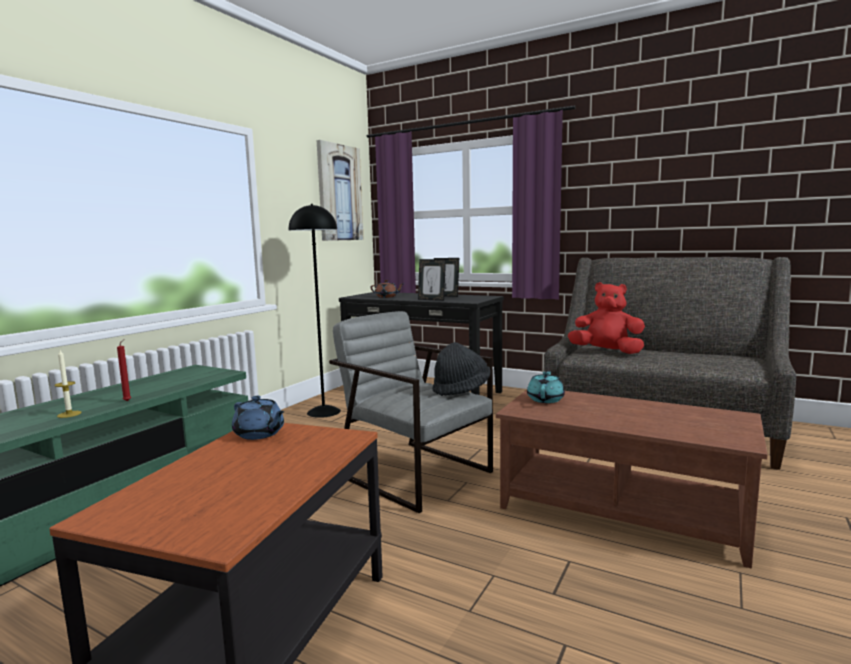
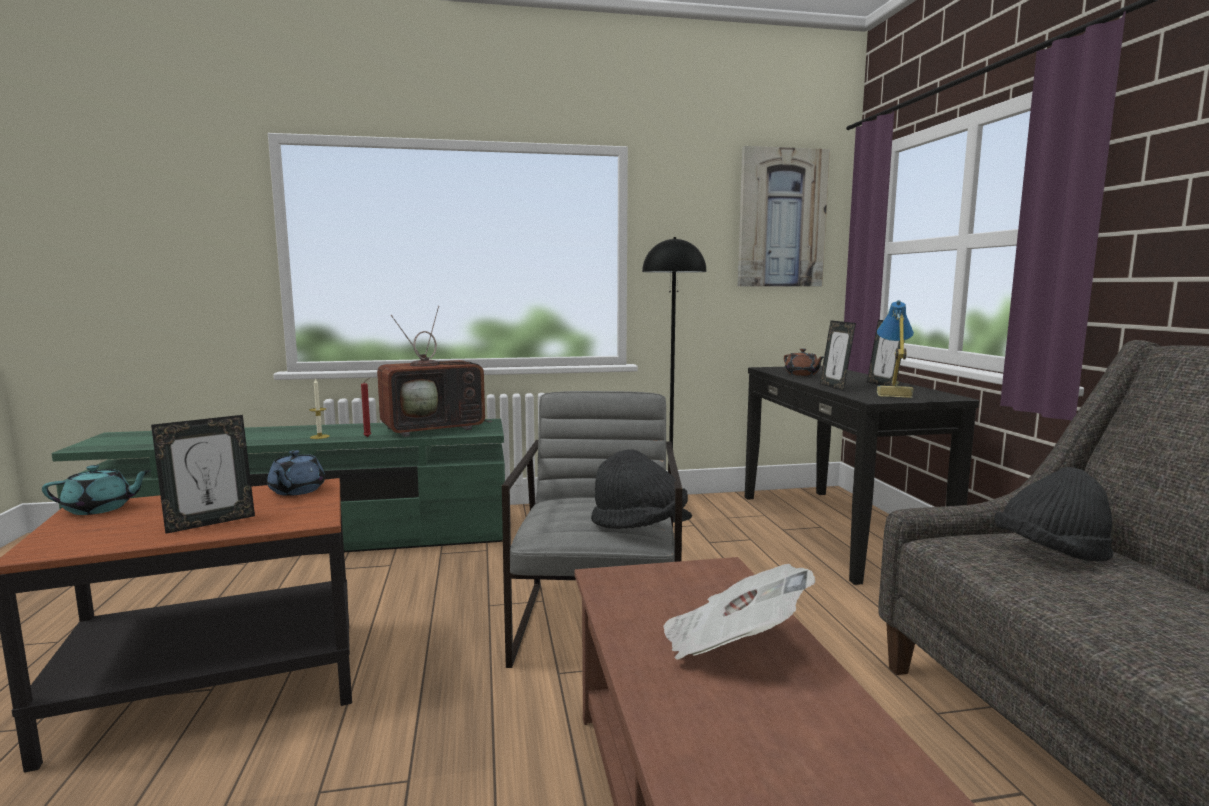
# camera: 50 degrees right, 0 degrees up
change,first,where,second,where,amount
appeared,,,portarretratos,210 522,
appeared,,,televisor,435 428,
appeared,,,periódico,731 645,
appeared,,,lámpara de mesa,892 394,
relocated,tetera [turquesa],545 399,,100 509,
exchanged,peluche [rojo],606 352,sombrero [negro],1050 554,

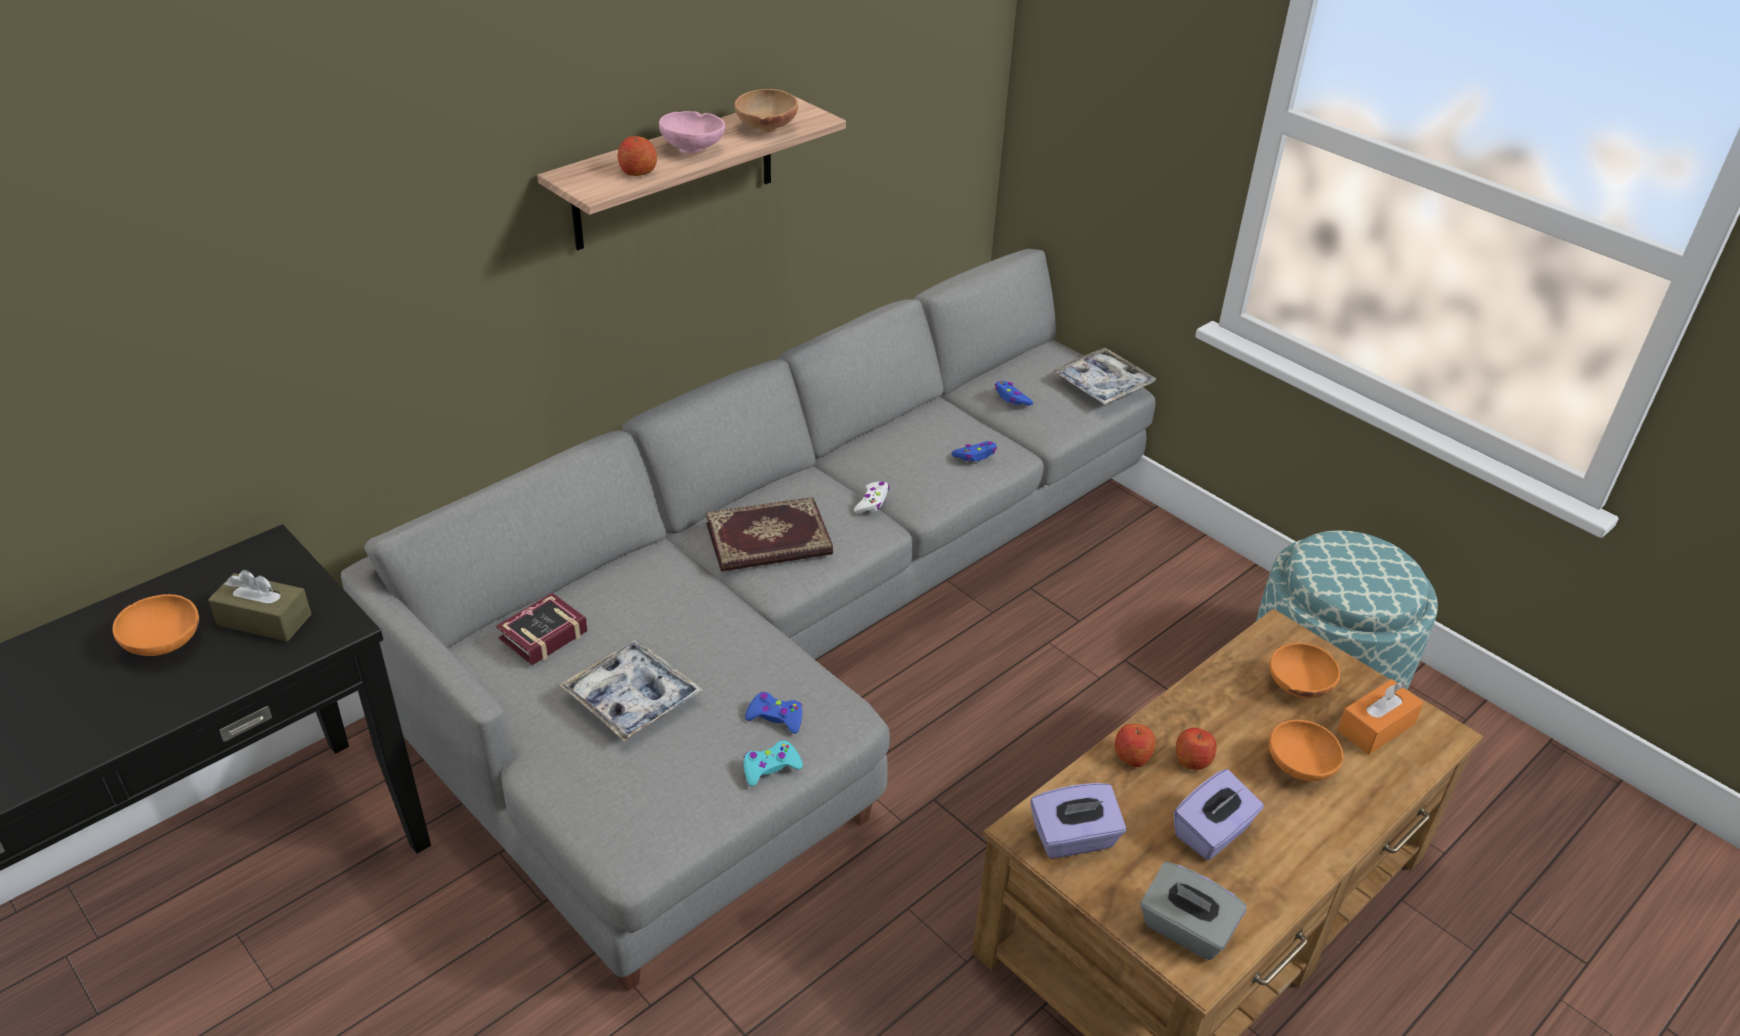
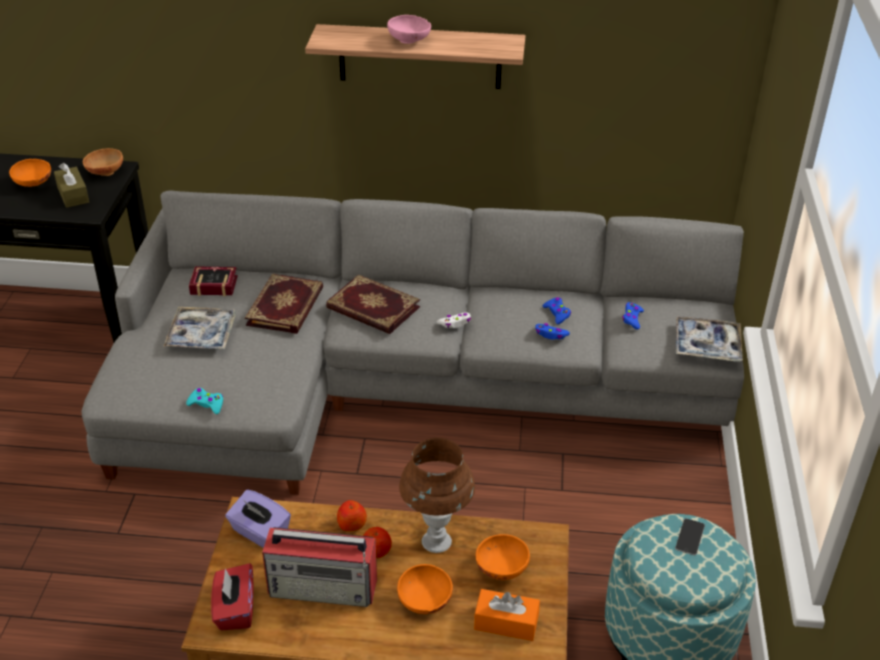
# camera: 50 degrees right, 0 degrees up
change,first,where,second,where,amount
missing,manzana,637 171,,,
appeared,,,libro,286 307,
appeared,,,lámpara de mesa [marrón],436 542,
appeared,,,móvil,690 537,
relocated,cuenco [marrón],765 129,,104 172,
relocated,mando de consola [azul],775 717,,557 313,
exchanged,caja de pañuelos [morado],1212 833,radio,324 587,
colour,caja de pañuelos [gris],1185 929,caja de pañuelos [rojo],235 610,

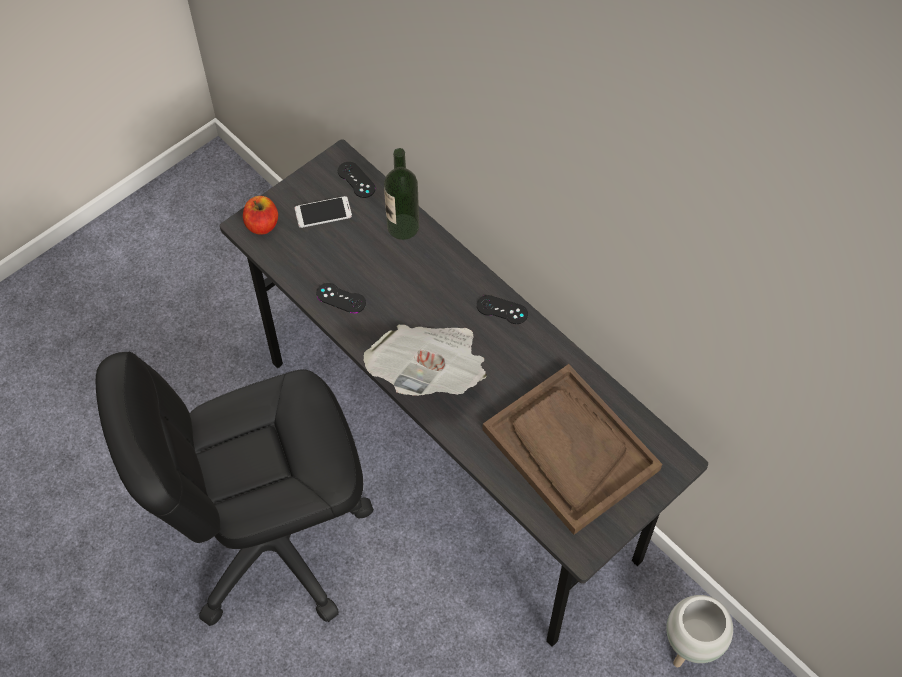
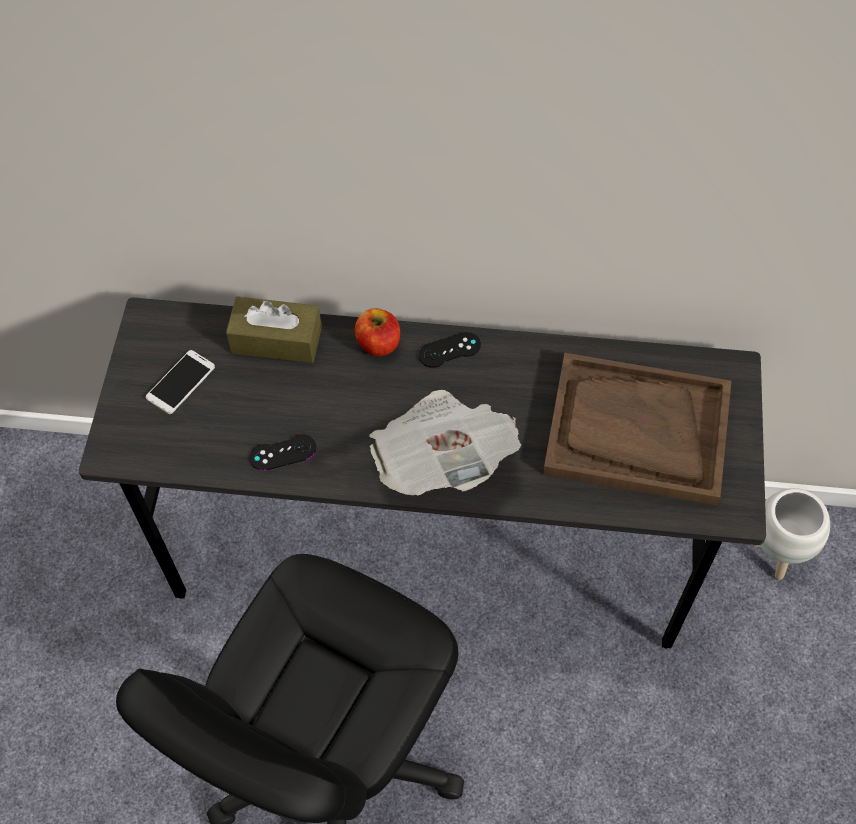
# camera: 40 degrees left, 0 degrees up
change,first,where,second,where,amount
missing,mando de consola [negro],356 180,,,
relocated,manzana,262 224,,378 343,
exchanged,botella,403 226,caja de pañuelos [marrón],276 340,

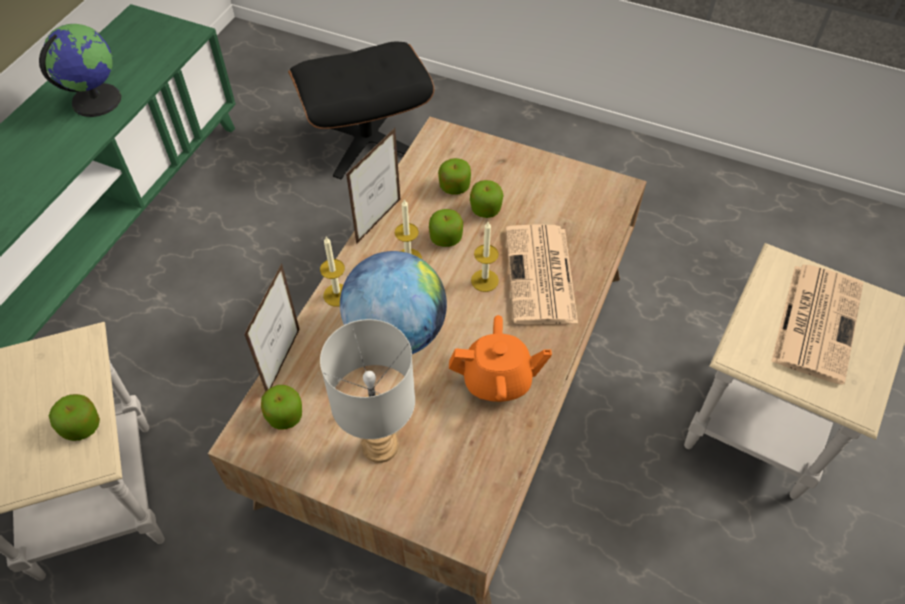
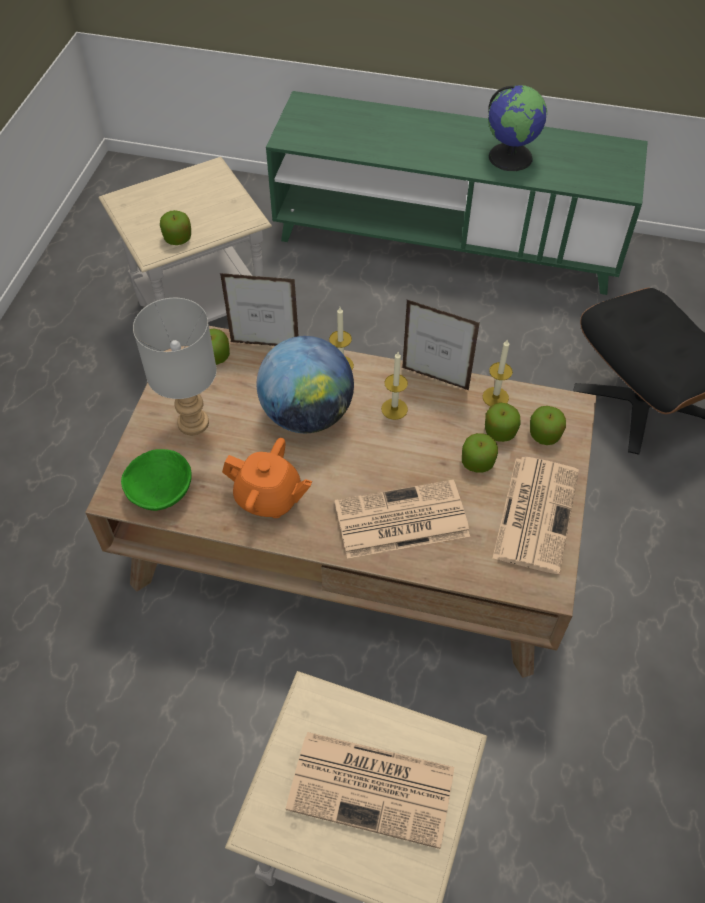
# camera: 80 degrees right, 0 degrees up
change,first,where,second,where,amount
appeared,,,cuenco [verde],161 490,
appeared,,,periódico,535 512,
relocated,manzana,446 238,,544 434,
relocated,vela,484 280,,495 397,
spun,tetera [naranja],498 380,,269 498,60 degrees counterclockwise

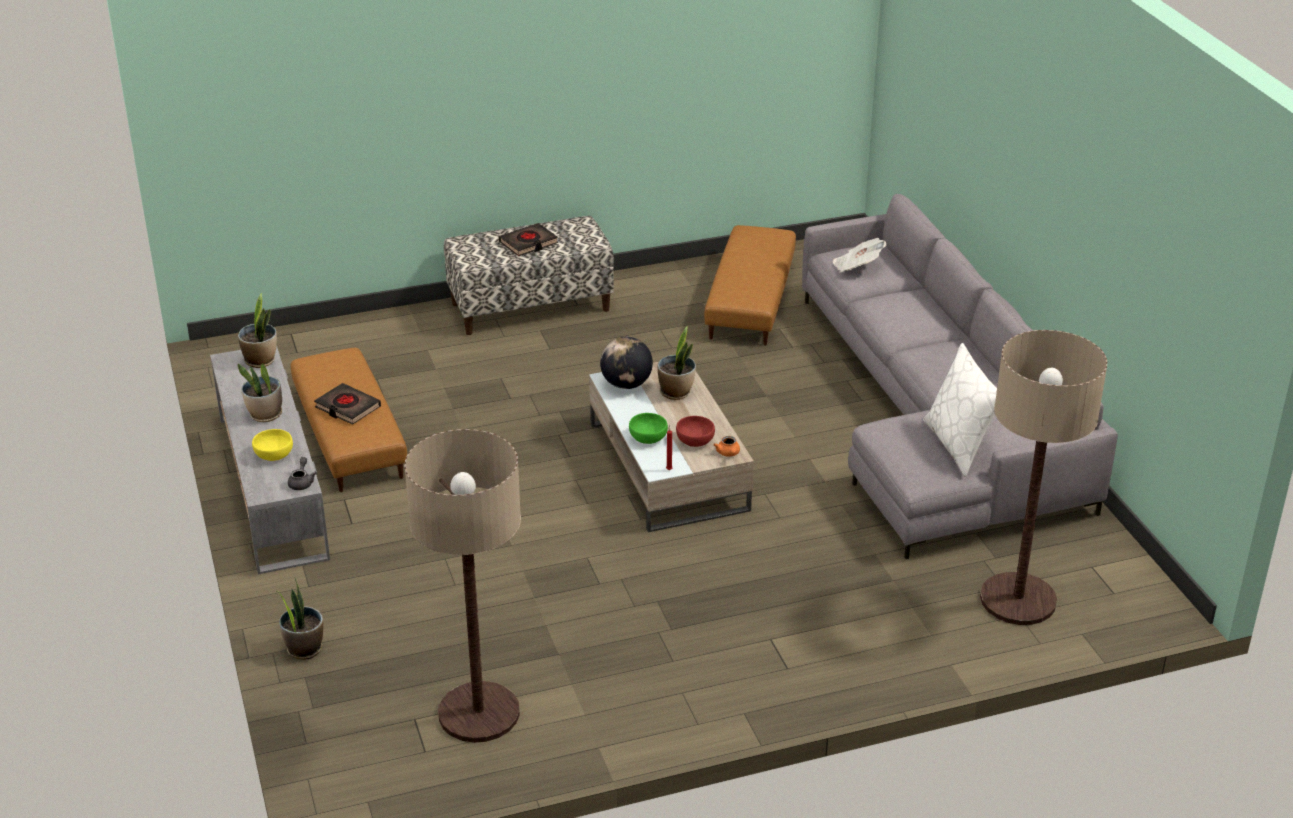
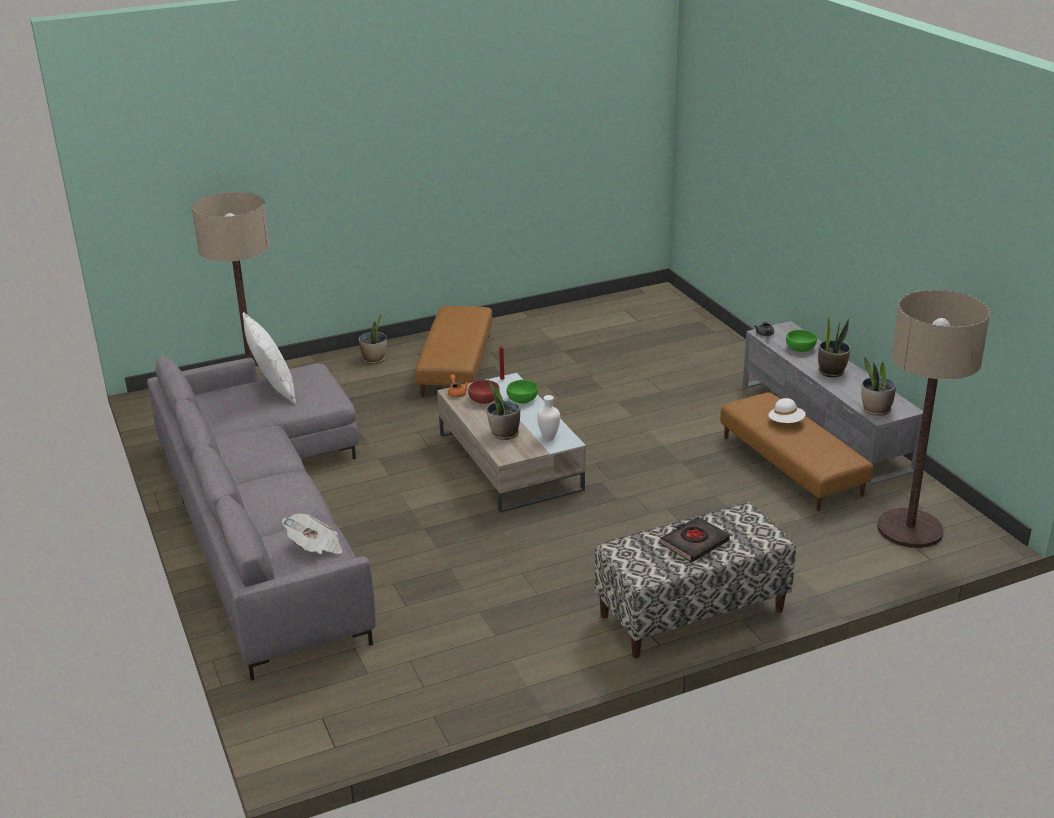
# camera: 175 degrees right, 5 degrees down
change,first,where,second,where,amount
relocated,planta en maceta,304 649,,374 359,
relocated,lámpara de pie,478 713,,909 529,
relocated,puf [marrón],749 300,,457 366,
exchanged,libro [negro],347 407,sombrero [blanco],786 422,
exchanged,globo terráqueo,626 384,florero [blanco],549 437,
colour,cuenco [amarillo],274 455,cuenco [verde],800 348,

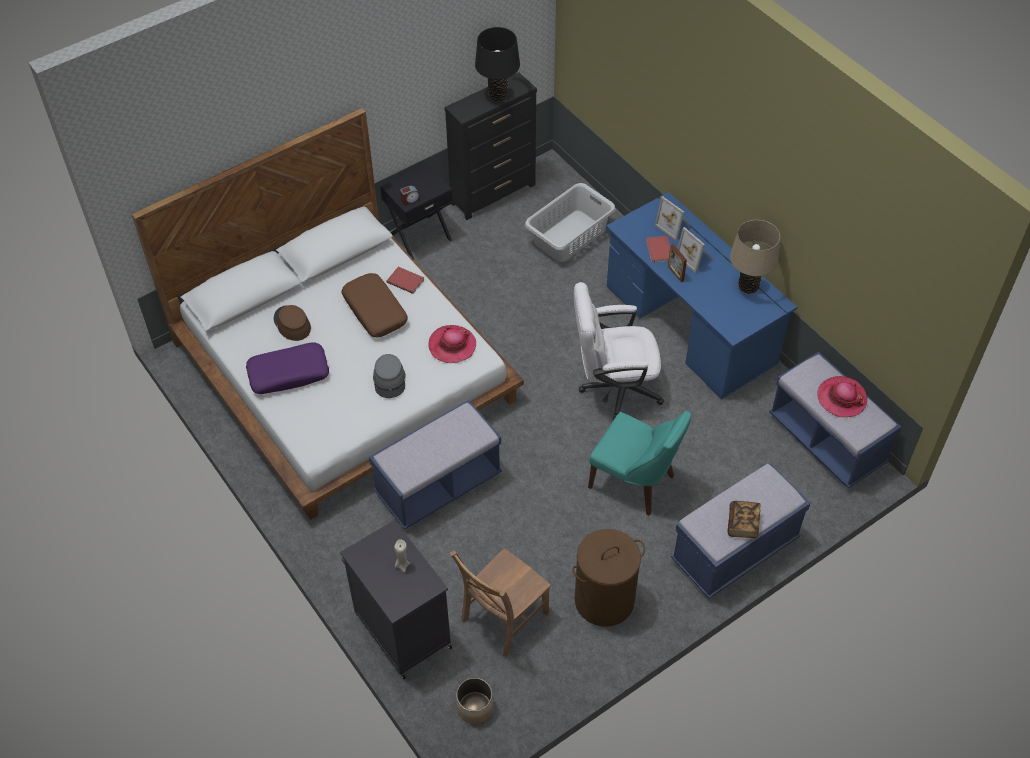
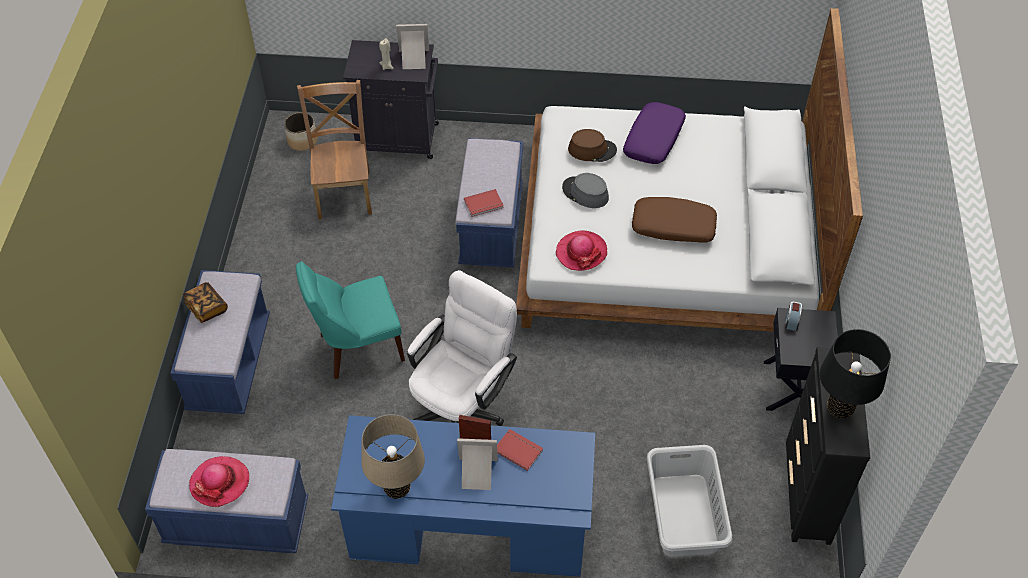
# camera: 130 degrees right, 0 degrees up
change,first,where,second,where,amount
missing,cesto de la ropa [marrón],604 600,,,
relocated,sombrero [marrón],292 324,,592 150,
relocated,libro [rojo],406 280,,484 204,
relocated,portarretratos,674 226,,414 59,

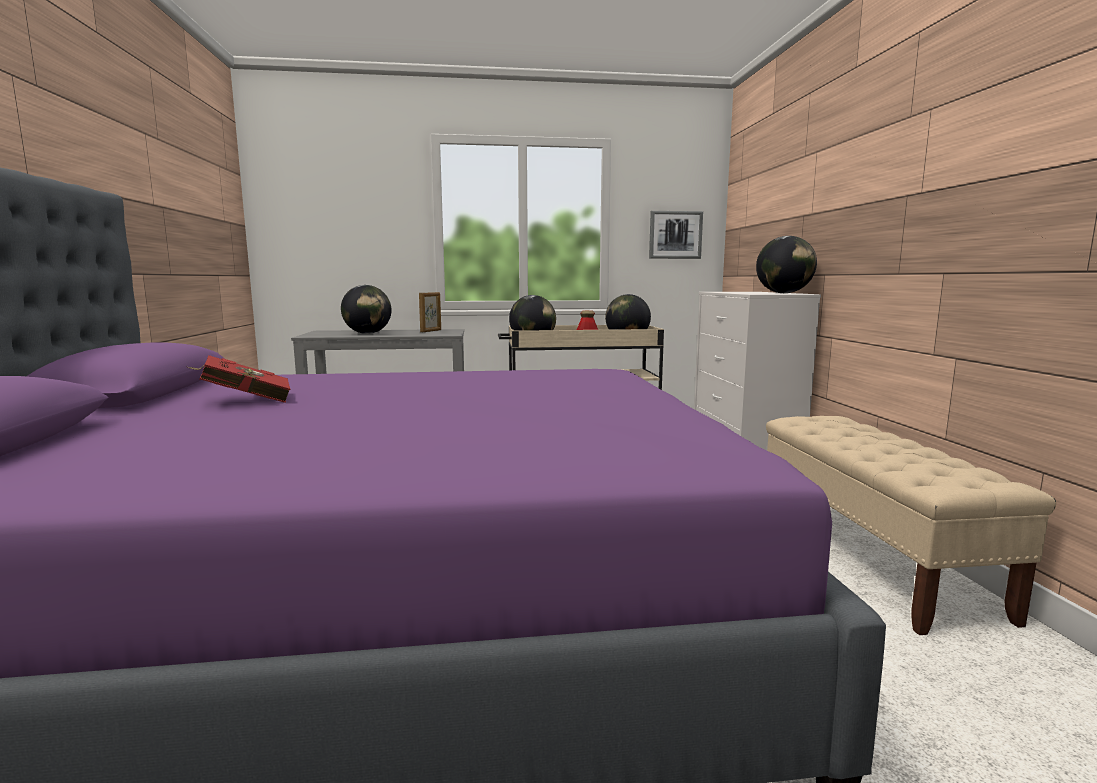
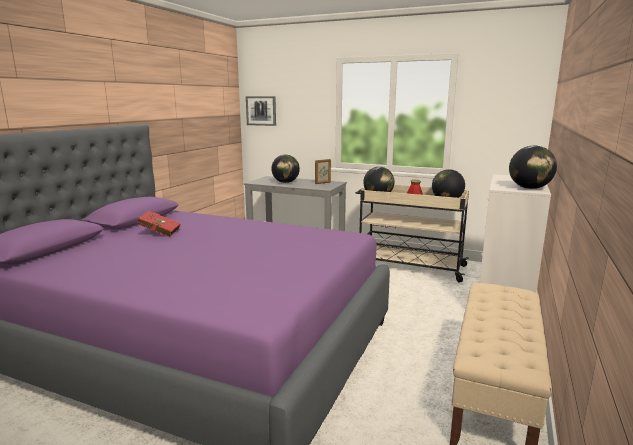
# camera: 30 degrees right, 5 degrees up
change,first,where,second,where,amount
relocated,cuadro,675 235,,261 110,

